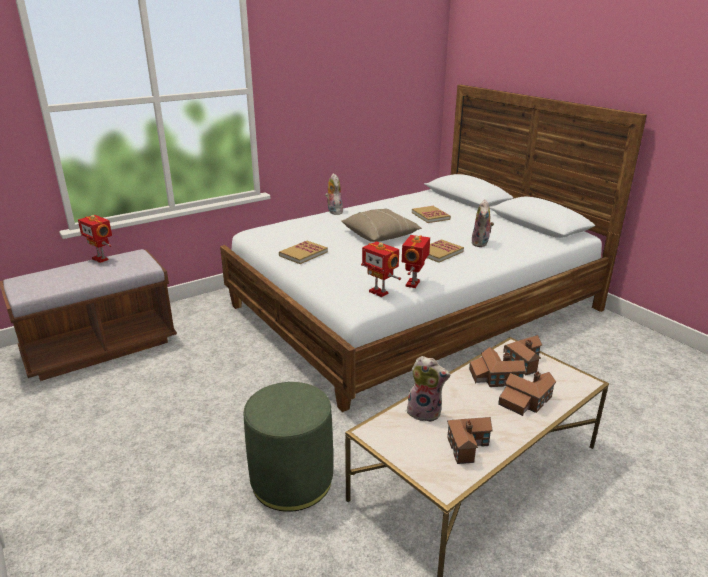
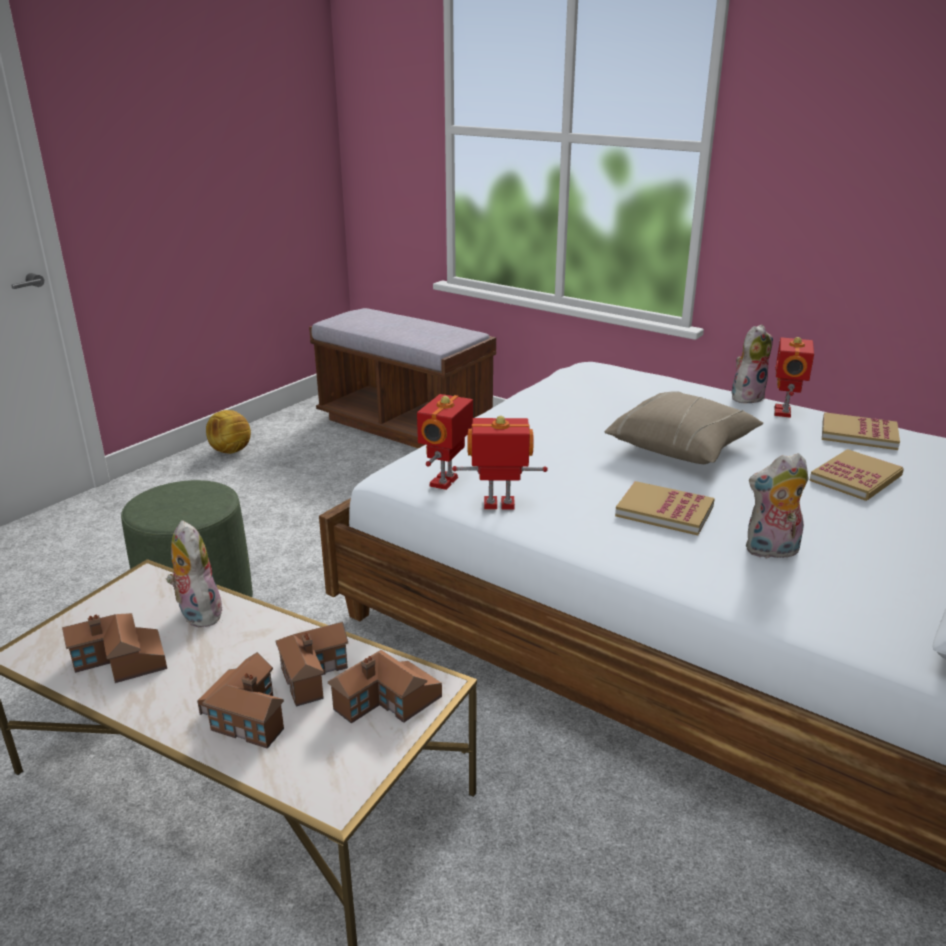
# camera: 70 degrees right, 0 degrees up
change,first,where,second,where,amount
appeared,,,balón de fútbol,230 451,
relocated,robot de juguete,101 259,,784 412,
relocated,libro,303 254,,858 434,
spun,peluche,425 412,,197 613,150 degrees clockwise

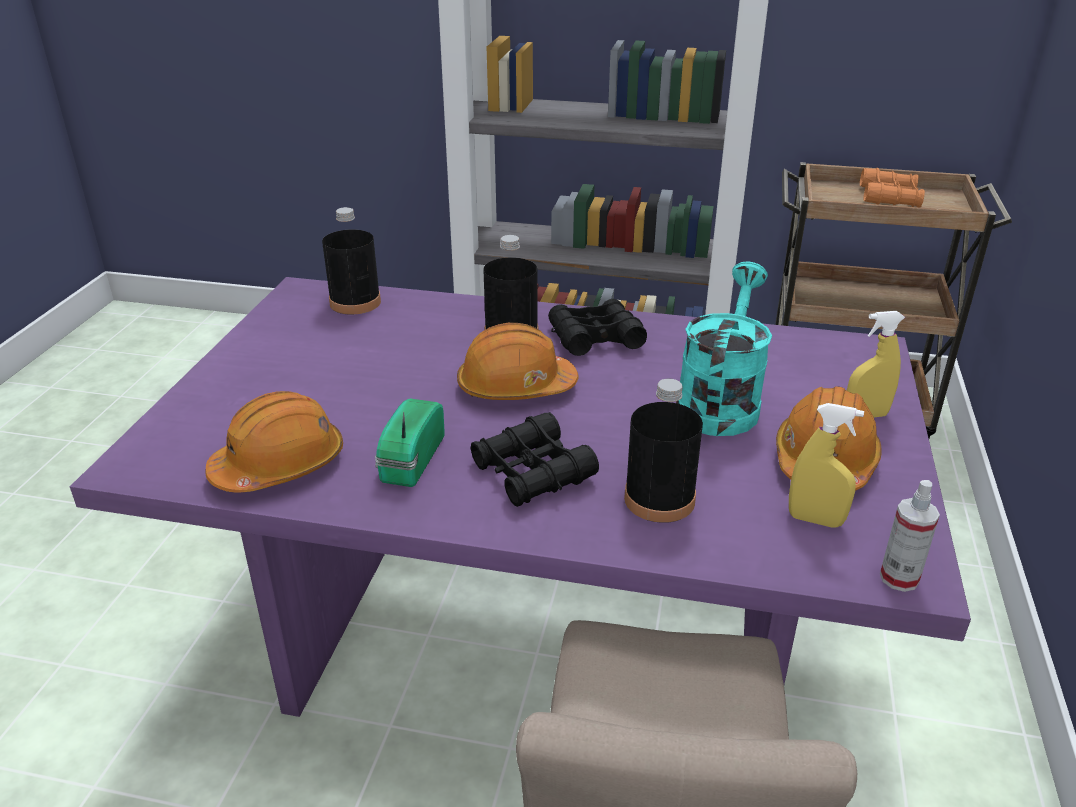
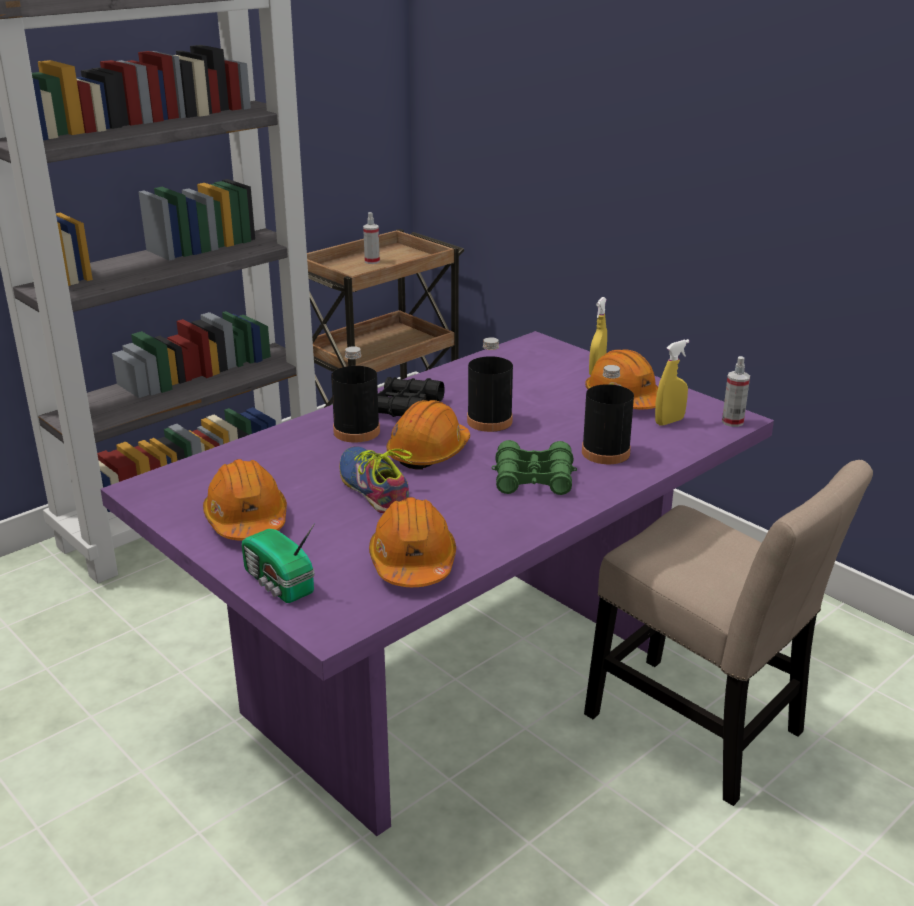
# camera: 55 degrees left, 5 degrees down
change,first,where,second,where,amount
missing,regadera [turquesa],720 401,,,
appeared,,,casco [naranja],246 520,
appeared,,,zapato,373 488,
relocated,botella [negro],355 302,,489 421,
relocated,radio,409 460,,278 583,
exchanged,prismáticos [naranja],889 197,pulverizador,372 261,
colour,prismáticos [negro],532 472,prismáticos [verde],534 479,

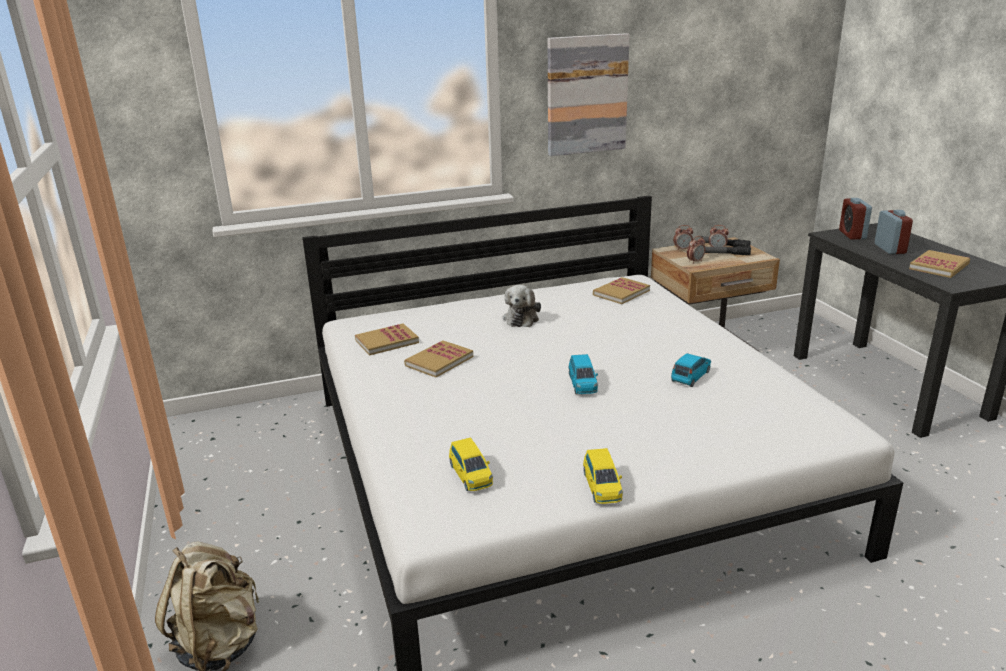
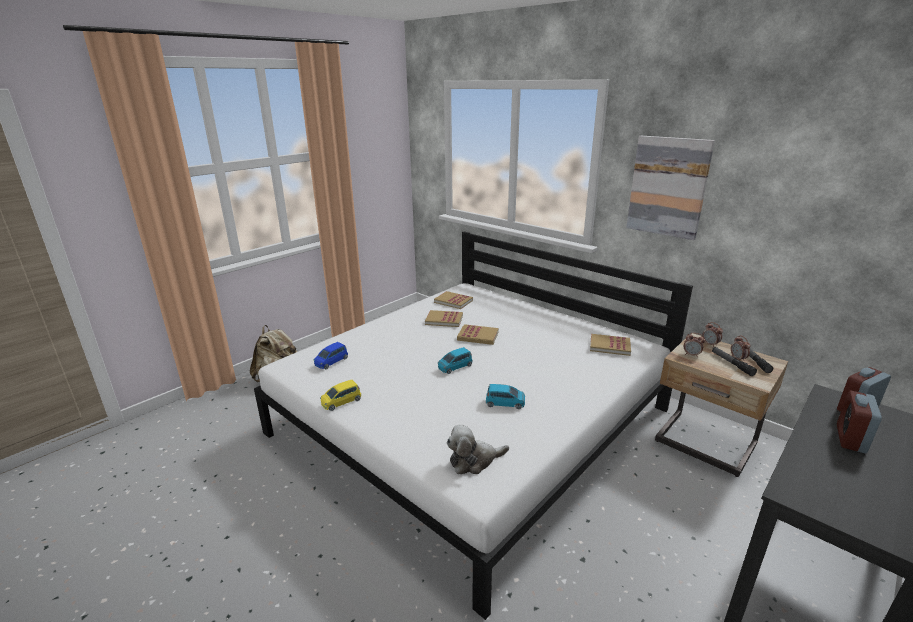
# camera: 60 degrees right, 0 degrees up
change,first,where,second,where,amount
relocated,peluche,521 318,,474 460,
relocated,libro,939 266,,478 336,
colour,coche de juguete [amarillo],471 475,coche de juguete [azul],331 362,
spun,despertador,889 249,,850 439,150 degrees clockwise

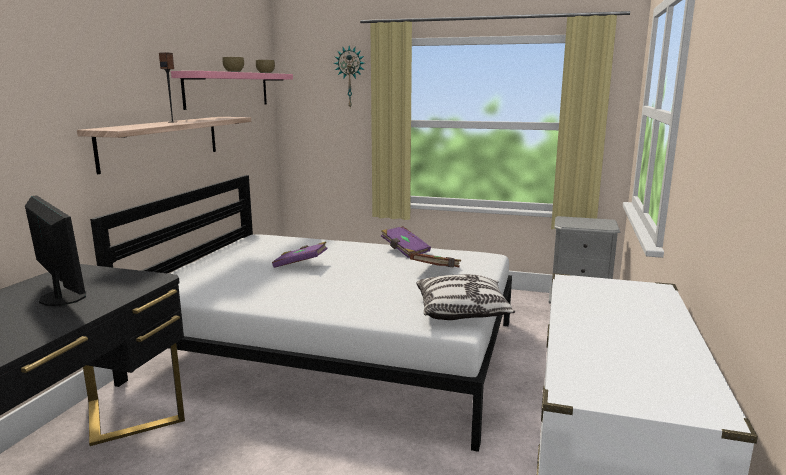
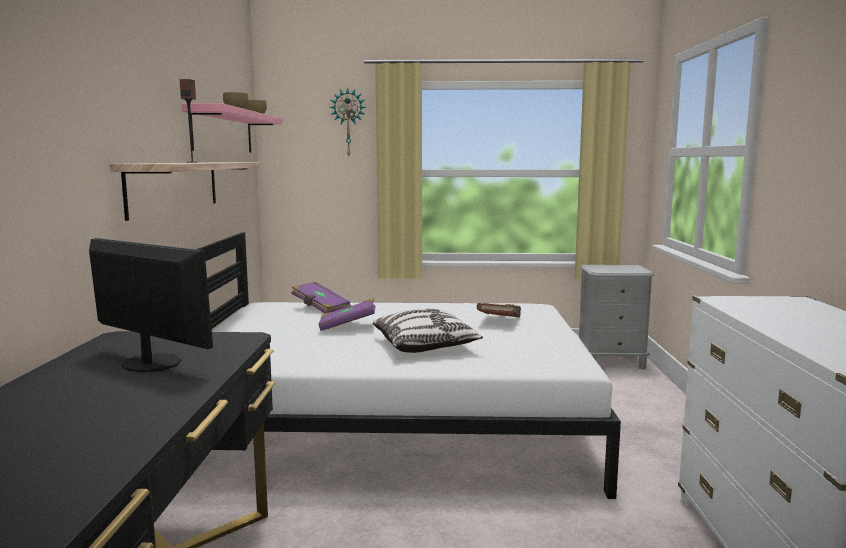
# camera: 15 degrees left, 5 degrees down
change,first,where,second,where,amount
relocated,libro [morado],404 251,,320 308,
relocated,cojín,462 312,,426 346,

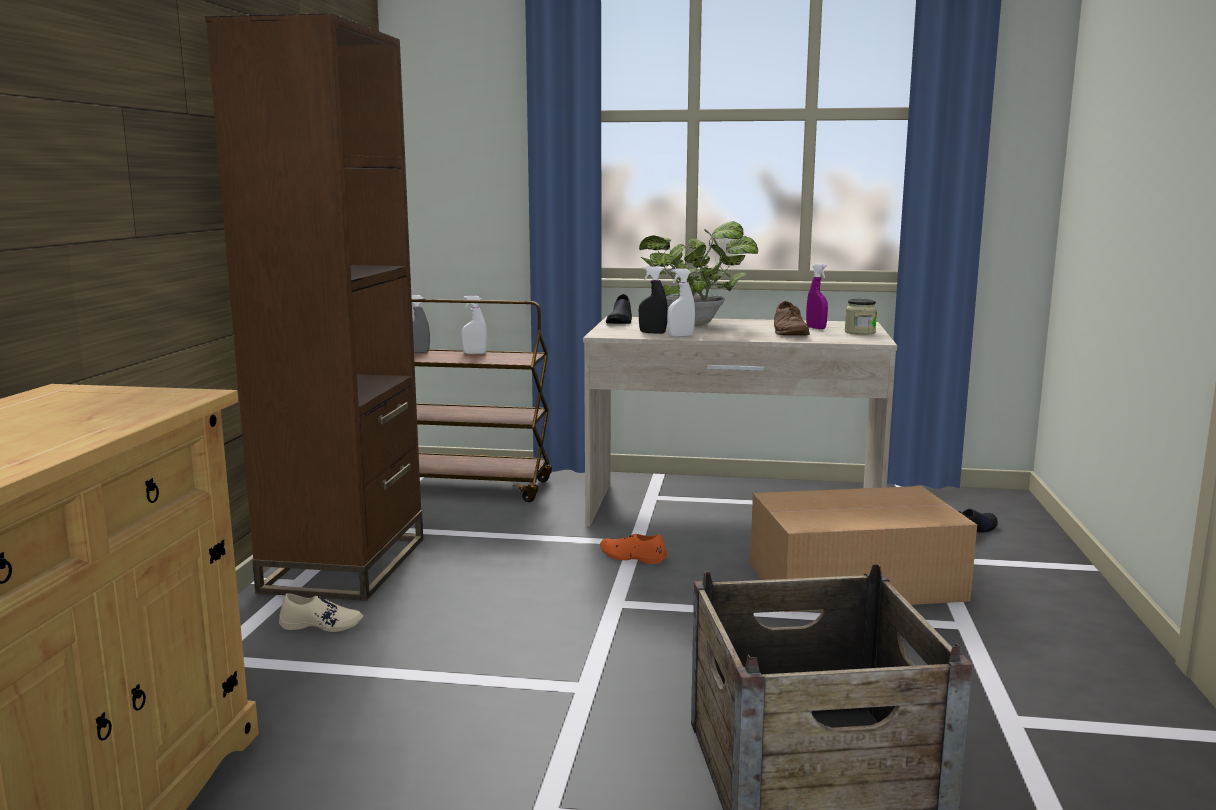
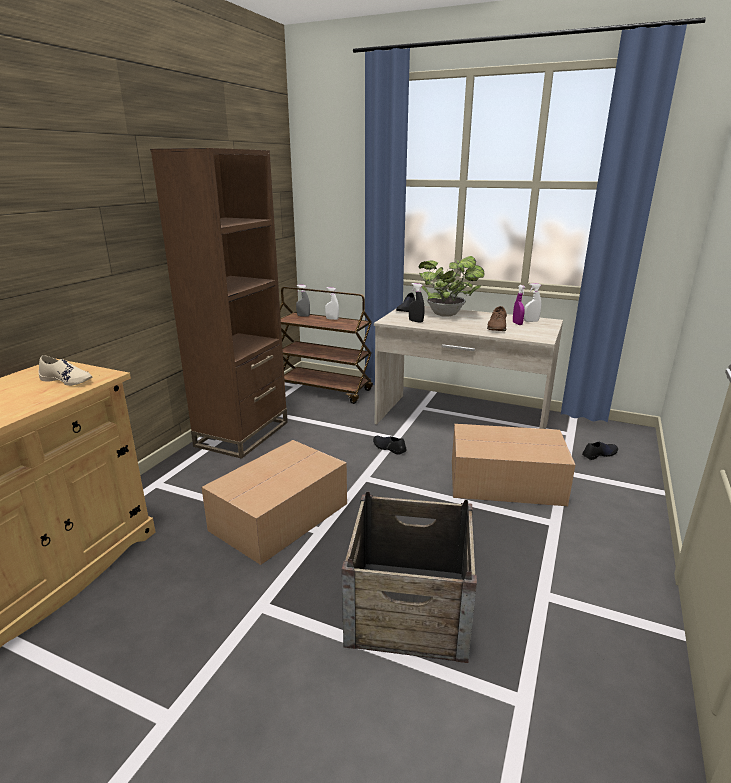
# camera: 15 degrees right, 10 degrees up
change,first,where,second,where,amount
missing,tarro,859 332,,,
appeared,,,caja de cartón,278 517,
relocated,zapato [beis],322 625,,67 380,
relocated,pulverizador [blanco],680 336,,531 321,
colour,zapato [naranja],632 557,zapato [negro],389 448,

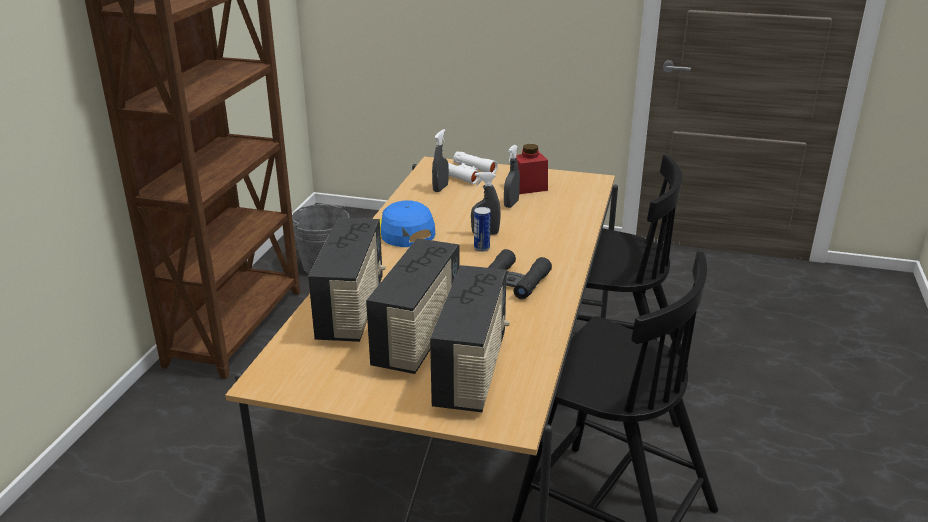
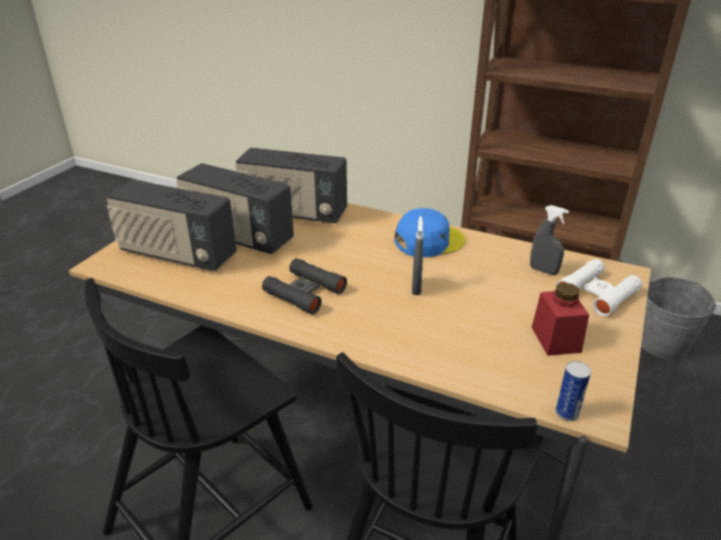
# camera: 100 degrees right, 5 degrees up
change,first,where,second,where,amount
missing,pulverizador [gris],511 204,,,
relocated,lata,481 248,,566 413,

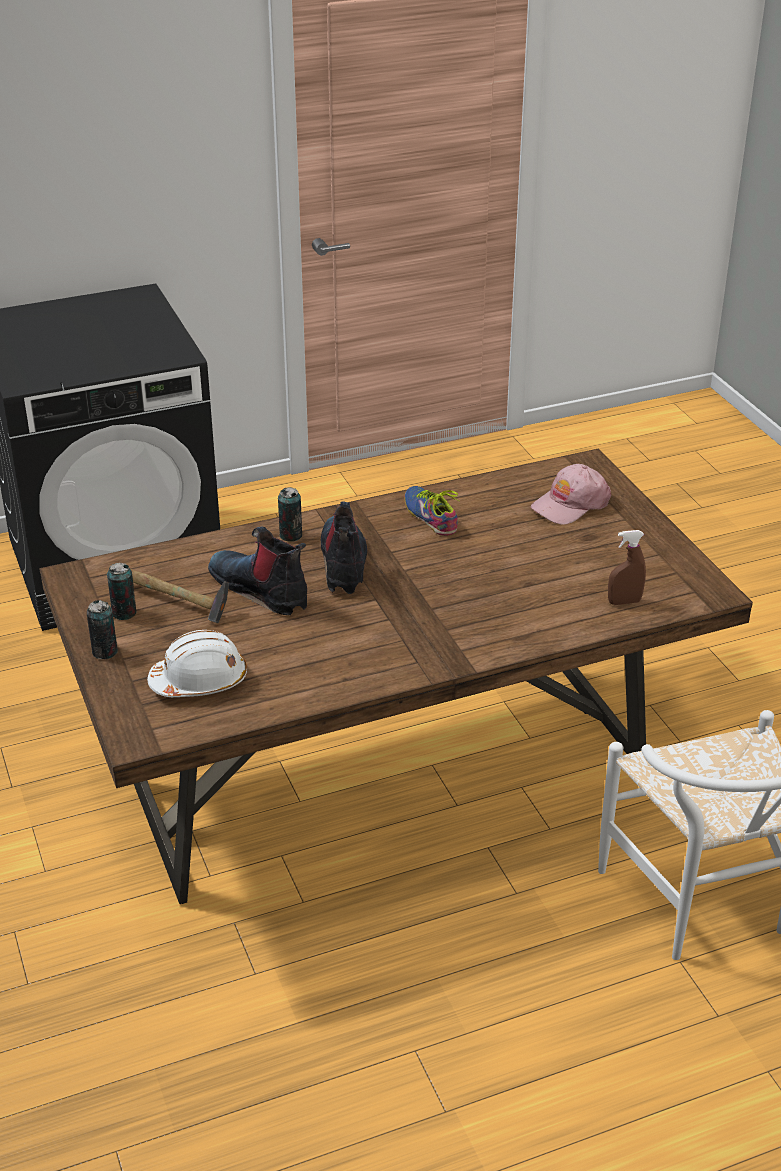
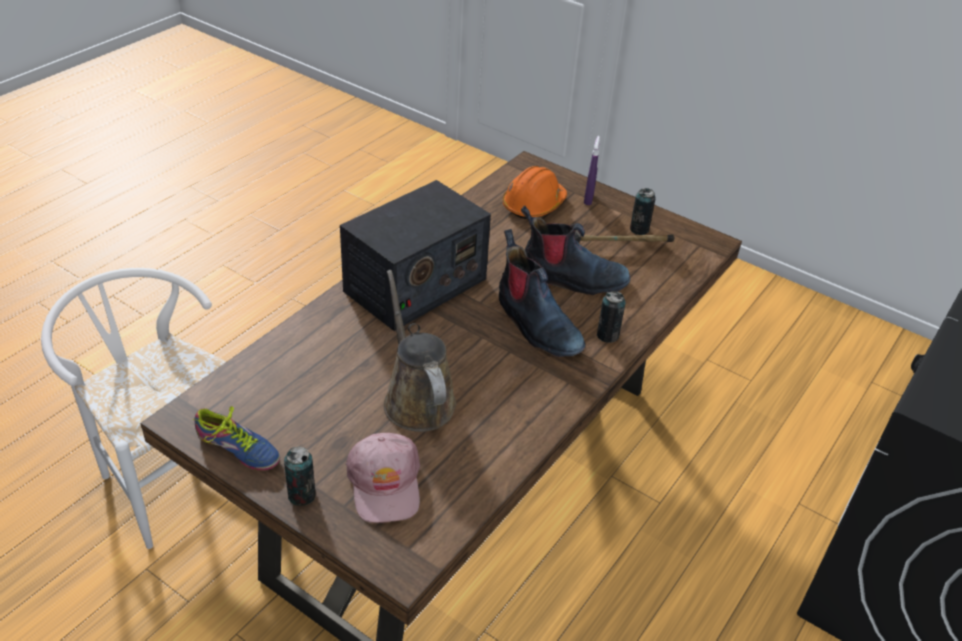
# camera: 145 degrees right, 5 degrees up
change,first,where,second,where,amount
missing,pulverizador [marrón],624 602,,,
appeared,,,radio,414 285,
appeared,,,regadera [marrón],416 399,
appeared,,,pulverizador [morado],588 199,
relocated,lata,105 652,,301 495,
relocated,zapato,432 515,,236 451,
colour,casco [blanco],200 681,casco [naranja],533 205,
spun,gorra [rosa],570 504,,385 484,150 degrees clockwise

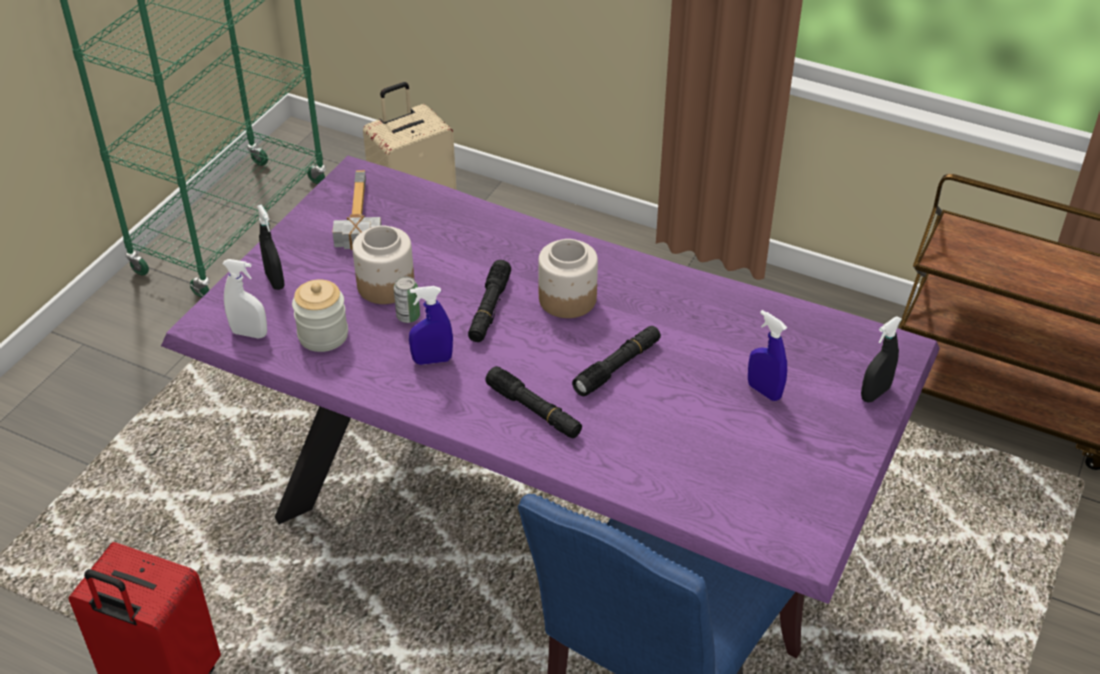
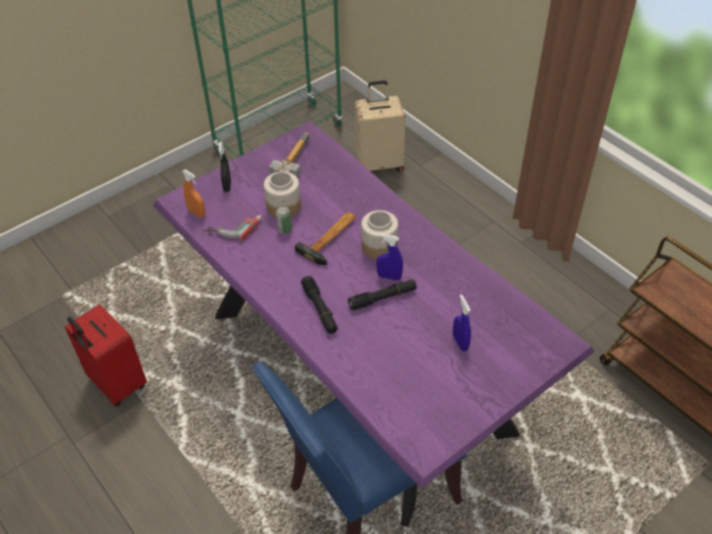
# camera: 25 degrees right, 5 degrees up
change,first,where,second,where,amount
missing,pulverizador [negro],875 393,,,
relocated,pulverizador [azul],432 360,,389 277,
exchanged,tarro,323 335,taladro,233 226,
exchanged,linterna [negro],489 308,martillo,332 238,
colour,pulverizador [blanco],249 333,pulverizador [naranja],197 213,

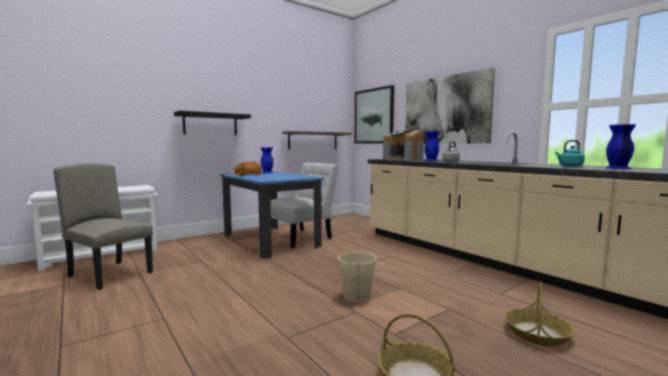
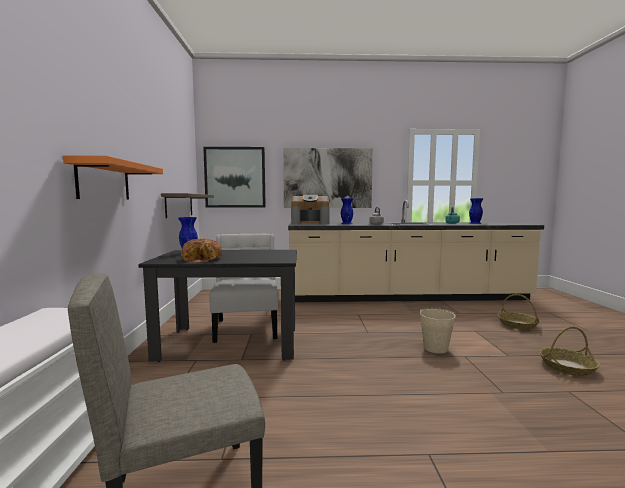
# camera: 55 degrees left, 0 degrees up
change,first,where,second,where,amount
colour,estante [negro],210 124,estante [naranja],104 181,
colour,mesa de comedor [azul],270 241,mesa de comedor [negro],230 343,

